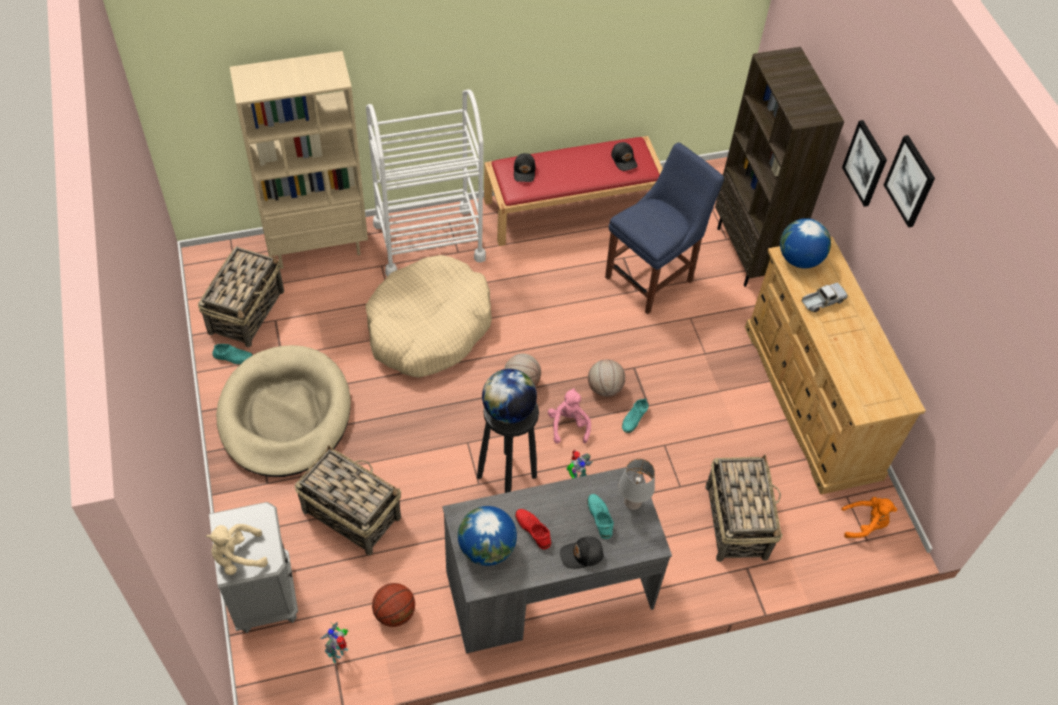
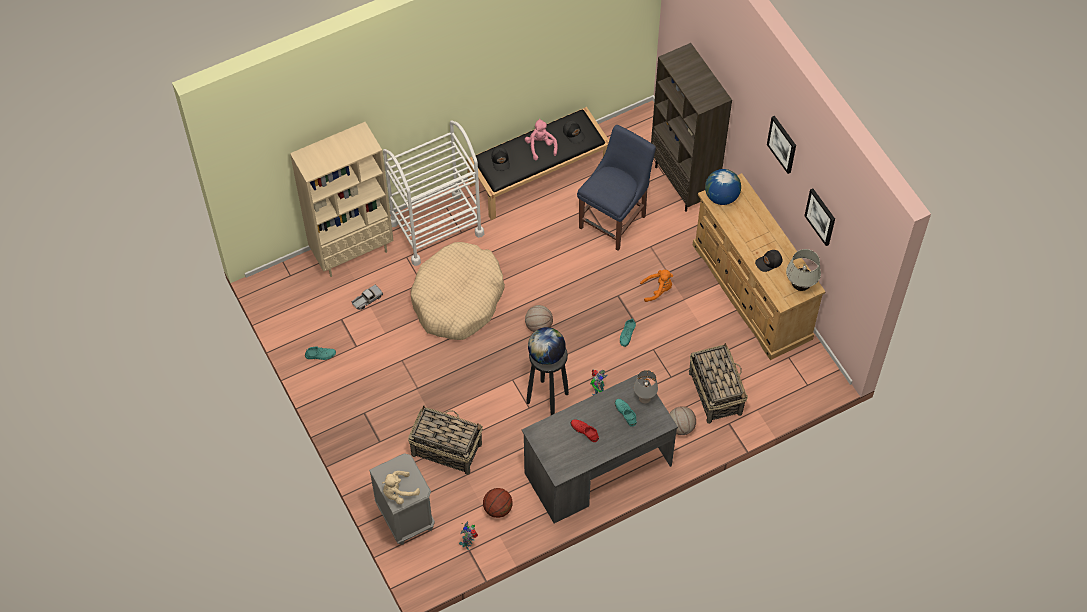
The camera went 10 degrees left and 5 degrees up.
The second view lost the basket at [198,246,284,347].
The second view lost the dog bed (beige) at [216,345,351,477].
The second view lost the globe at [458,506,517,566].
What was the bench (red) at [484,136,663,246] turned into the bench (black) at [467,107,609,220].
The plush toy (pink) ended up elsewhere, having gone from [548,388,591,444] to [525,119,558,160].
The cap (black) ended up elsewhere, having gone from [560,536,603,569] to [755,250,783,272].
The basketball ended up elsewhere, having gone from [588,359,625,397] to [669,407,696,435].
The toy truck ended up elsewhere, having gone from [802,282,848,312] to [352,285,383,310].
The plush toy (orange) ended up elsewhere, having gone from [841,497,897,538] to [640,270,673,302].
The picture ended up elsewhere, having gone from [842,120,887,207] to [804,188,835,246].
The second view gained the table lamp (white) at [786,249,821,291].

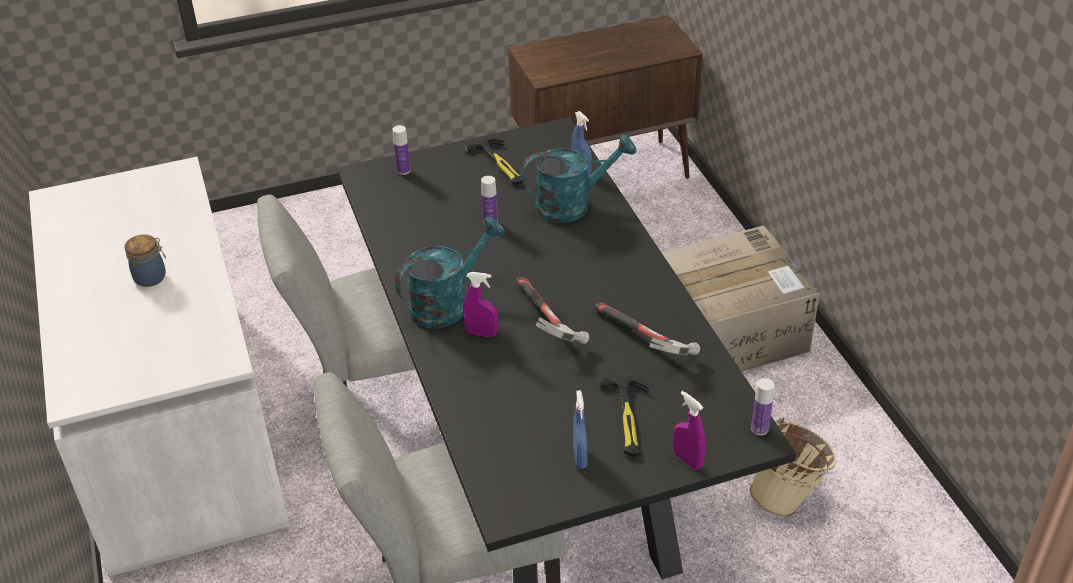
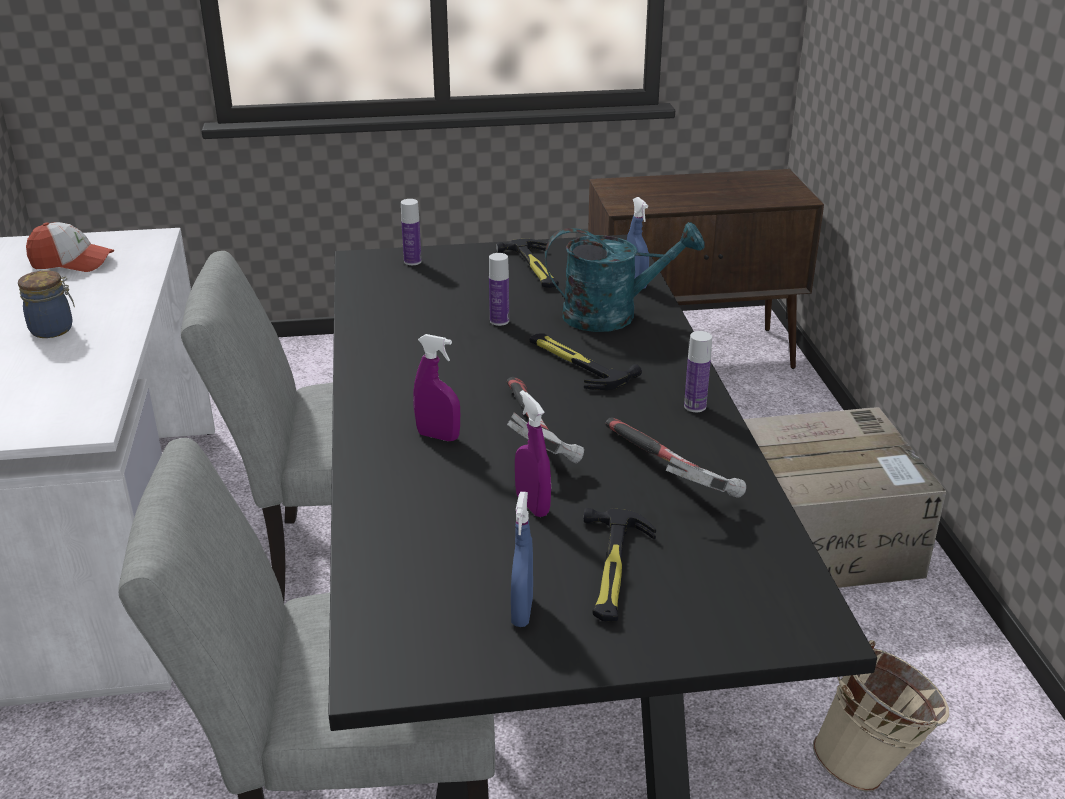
The camera went 10 degrees right and 10 degrees down.
The second view lost the watering can (turquoise) at [395,216,505,329].
The spray bottle (purple) ended up elsewhere, having gone from [673,391,706,470] to [515,390,551,517].
The bottle ended up elsewhere, having gone from [751,378,775,435] to [684,331,712,412].
The second view gained the cap at [26,222,114,272].
The second view gained the hammer at [530,333,642,390].

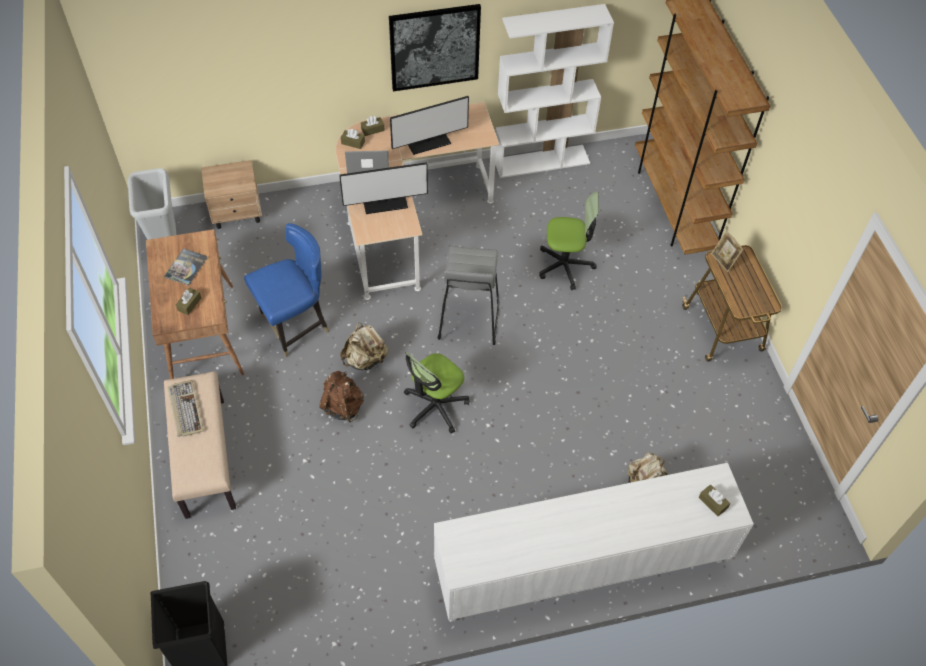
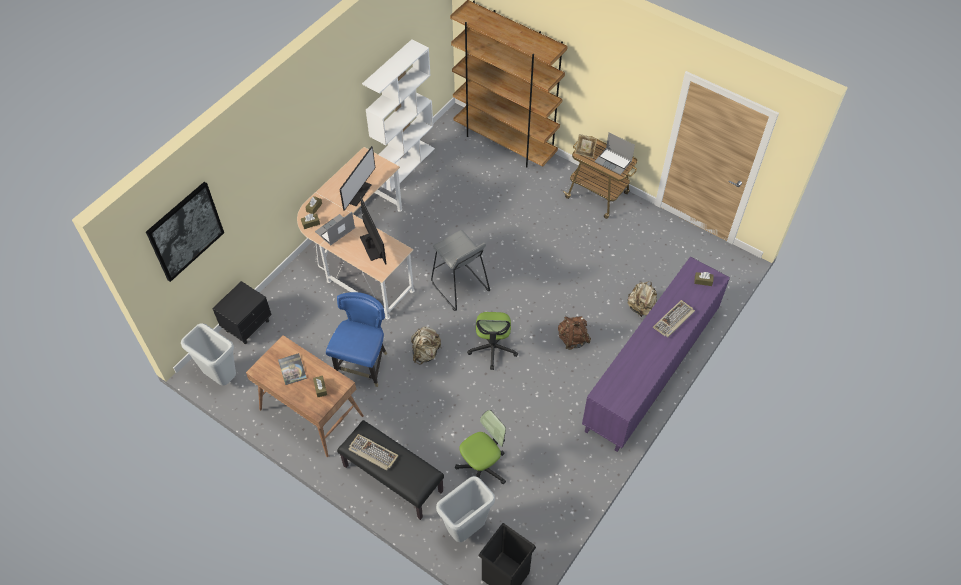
The camera went 40 degrees left and 0 degrees up.
What was the bench (beige) at [164,371,236,519] turned into the bench (black) at [337,420,444,520].
What was the nightstand (beige) at [201,160,262,229] turned into the nightstand (black) at [212,281,272,344].
The backpack (brown) ended up elsewhere, having gone from [319,371,364,422] to [558,316,591,350].
The monitor at [339,162,428,214] ended up facing another way, 60 degrees counterclockwise from before.
The picture ended up elsewhere, having gone from [389,4,481,91] to [146,182,224,282].
What was the cabinet (white) at [434,463,754,622] turned into the cabinet (purple) at [582,257,730,452].
The office chair ended up elsewhere, having gone from [539,191,599,290] to [455,410,506,484].
The second view gained the trash can (grey) at [436,476,495,542].
The second view gained the laptop at [595,132,635,175].
The second view gained the keyboard at [653,300,695,338].

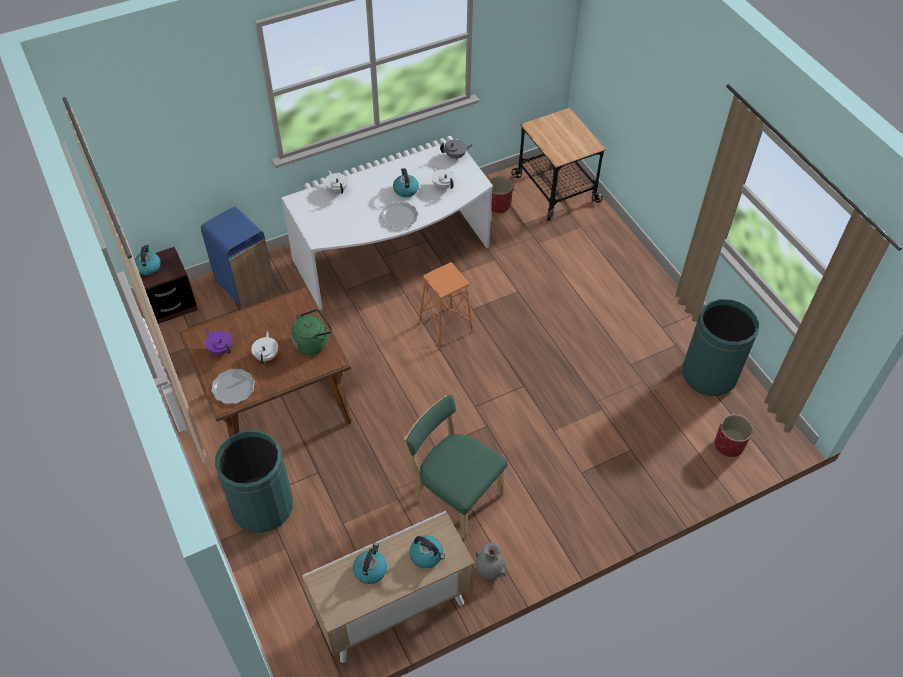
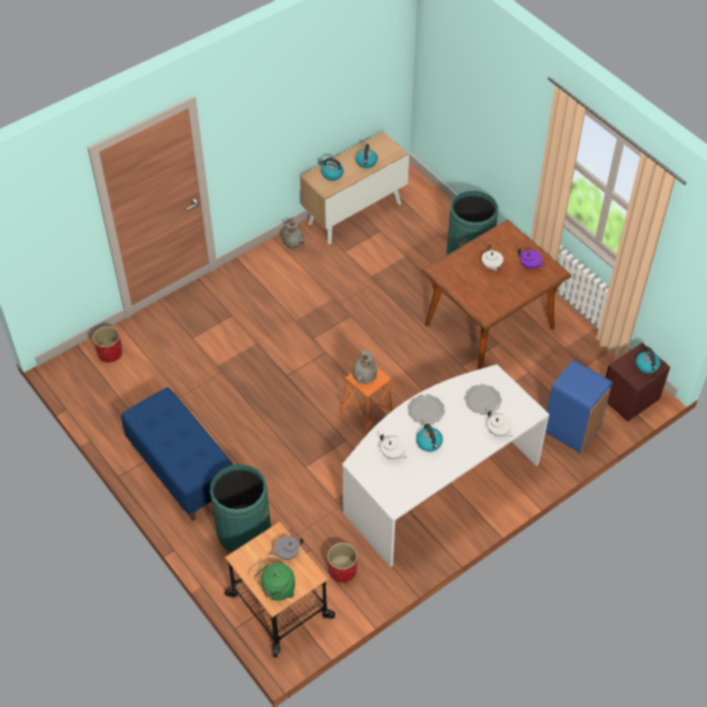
The camera went 170 degrees right and 0 degrees up.
The plate ended up elsewhere, having gone from [211,369,255,404] to [464,384,502,415].
The kettle (green) ended up elsewhere, having gone from [291,309,332,355] to [254,563,295,601].
The second view lost the chair (green) at [403,395,508,539].
The teapot (grey) ended up elsewhere, having gone from [440,140,473,160] to [269,536,304,560].
The trash can (green) ended up elsewhere, having gone from [682,299,759,396] to [210,464,271,552].
The second view gained the bench (blue) at [121,387,233,521].
The second view gained the vase (grey) at [352,350,377,384].

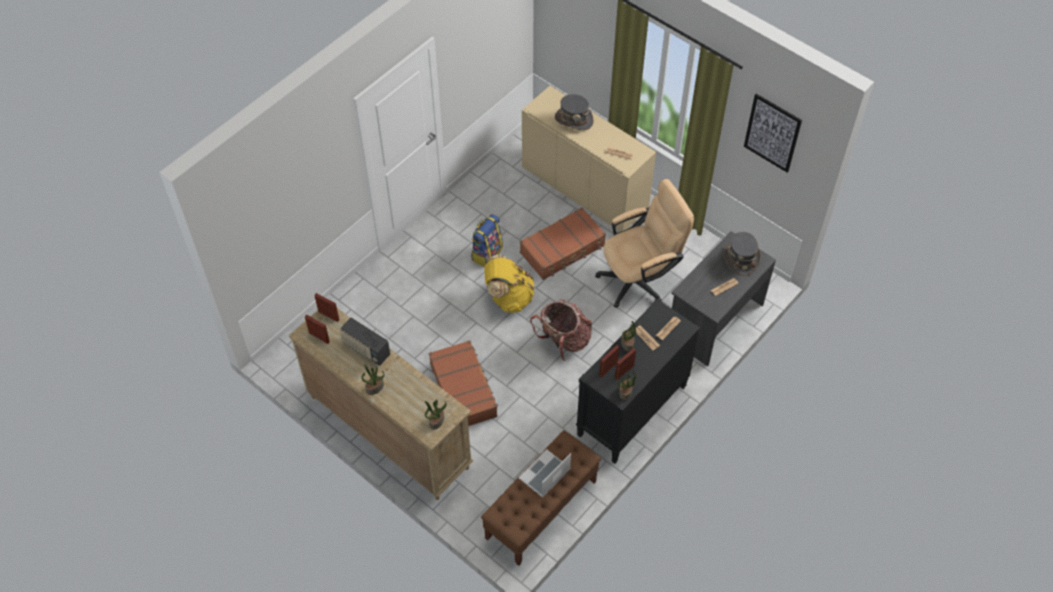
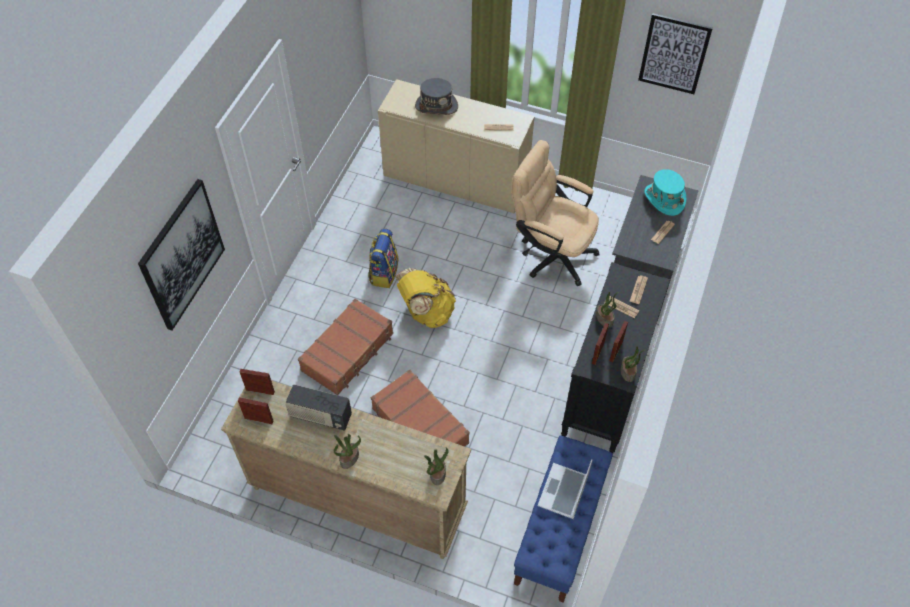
The camera went 20 degrees left and 0 degrees up.
What was the bench (brown) at [481,430,601,566] turned into the bench (blue) at [514,435,613,603].
The suitcase (brown) ended up elsewhere, having gone from [520,207,606,280] to [298,299,393,395].
The second view lost the backpack at [530,299,592,361].
The office chair (beige) at [595,179,694,308] ended up facing another way, 105 degrees counterclockwise from before.
What was the hat (grey) at [723,232,761,276] turned into the hat (turquoise) at [644,169,686,216].
The second view gained the picture at [138,179,225,331].

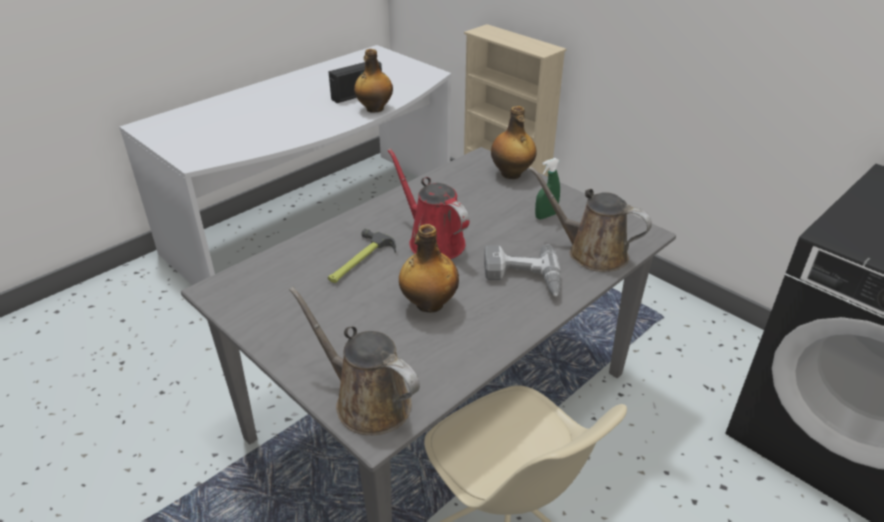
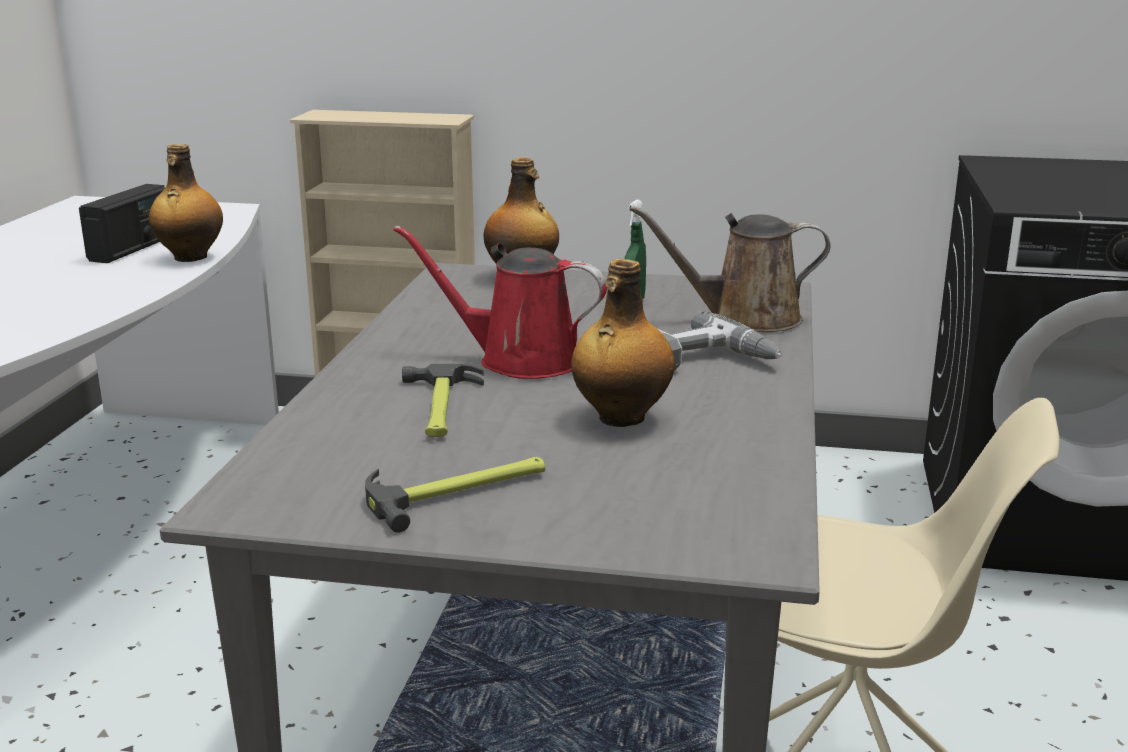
The camera went 35 degrees left and 15 degrees down.
The second view lost the watering can (brown) at [289,287,420,435].
The second view gained the hammer at [365,456,545,533].

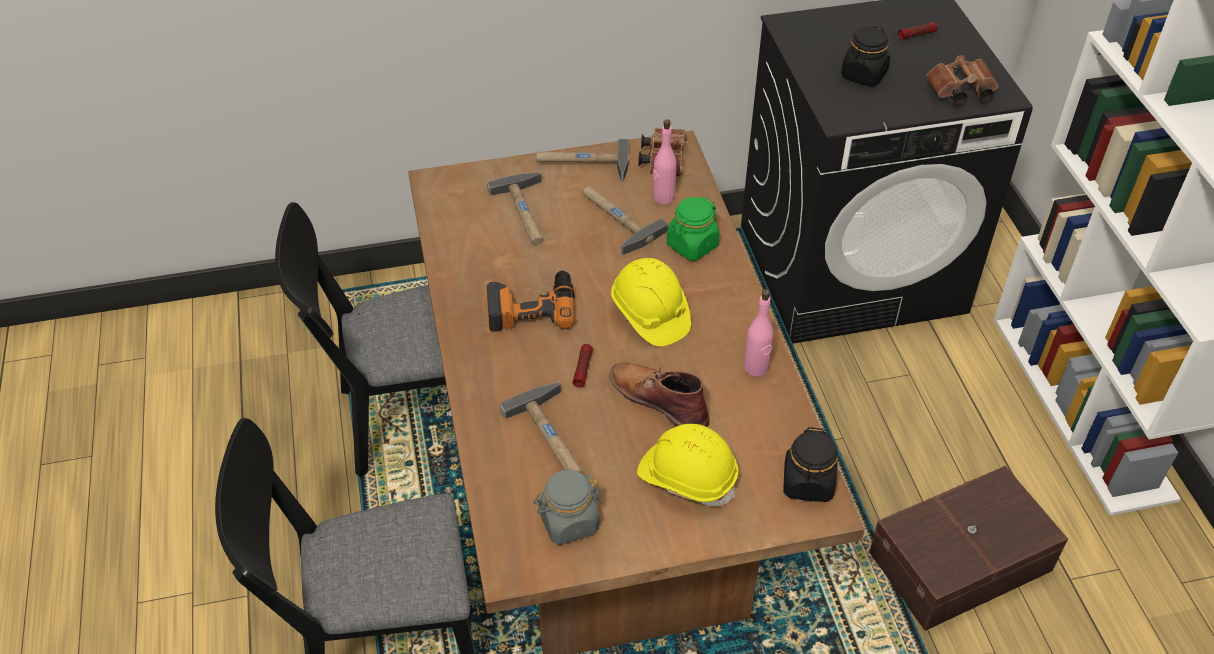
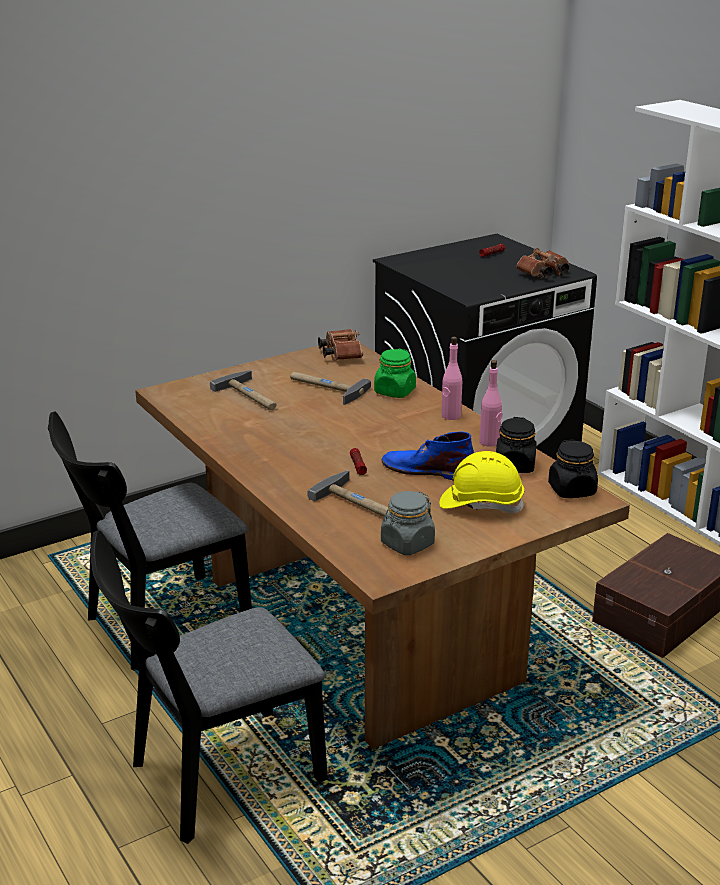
The camera went 20 degrees left and 20 degrees down.
The second view lost the power drill at [487,270,575,332].
The second view lost the hammer at [536,139,630,182].
What was the boot (brown) at [609,362,710,427] turned into the boot (blue) at [382,431,474,481].
The second view lost the hard hat (yellow) at [611,258,691,346].
The bottle (pink) ended up elsewhere, having gone from [653,119,677,204] to [441,337,462,420].
The jar (black) ended up elsewhere, having gone from [841,26,890,87] to [496,417,537,473].

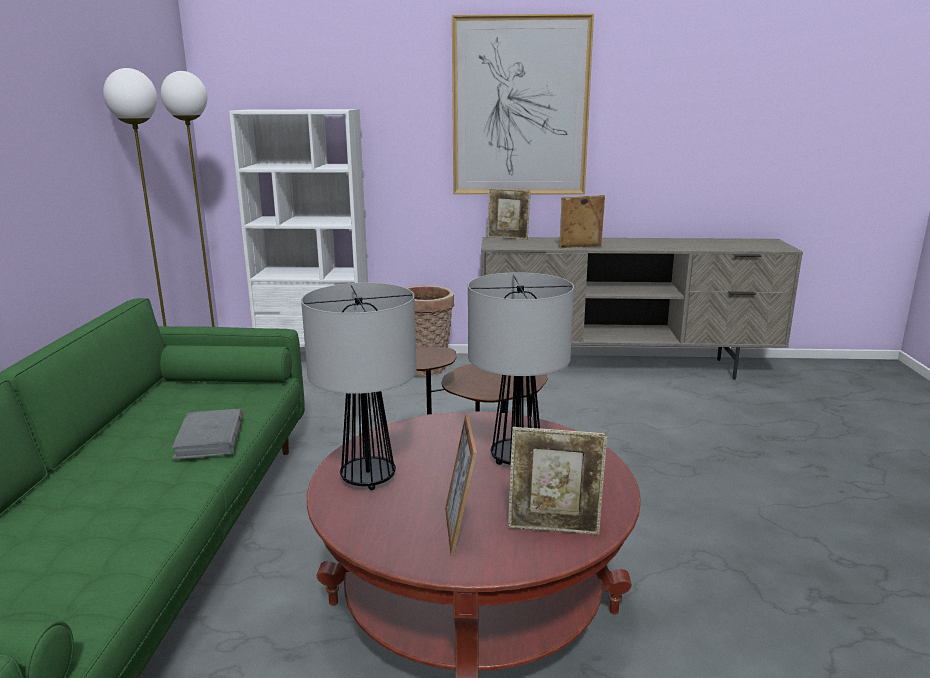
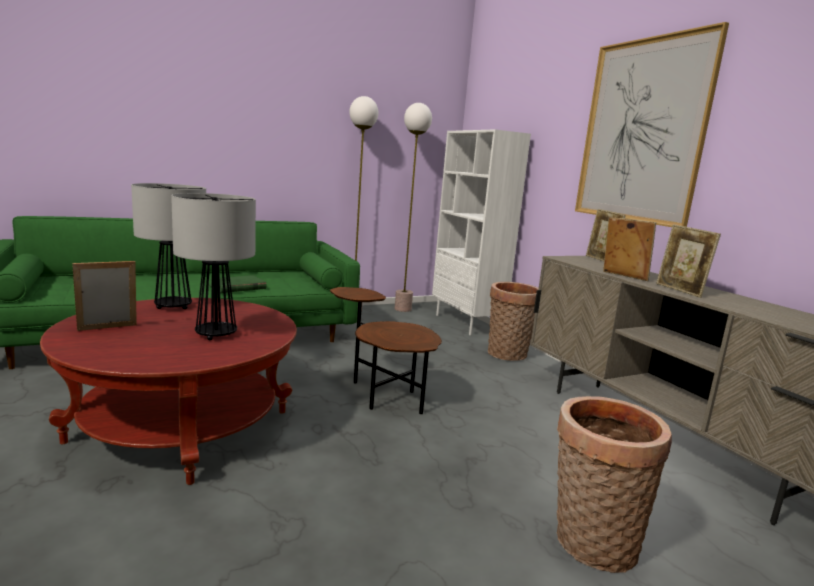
The camera went 60 degrees right and 5 degrees down.
What was the book (grey) at [172,409,243,459] turned into the book (green) at [209,275,266,293].
The picture frame ended up elsewhere, having gone from [508,427,608,535] to [656,224,721,298].
The second view gained the basket at [557,396,672,573].

